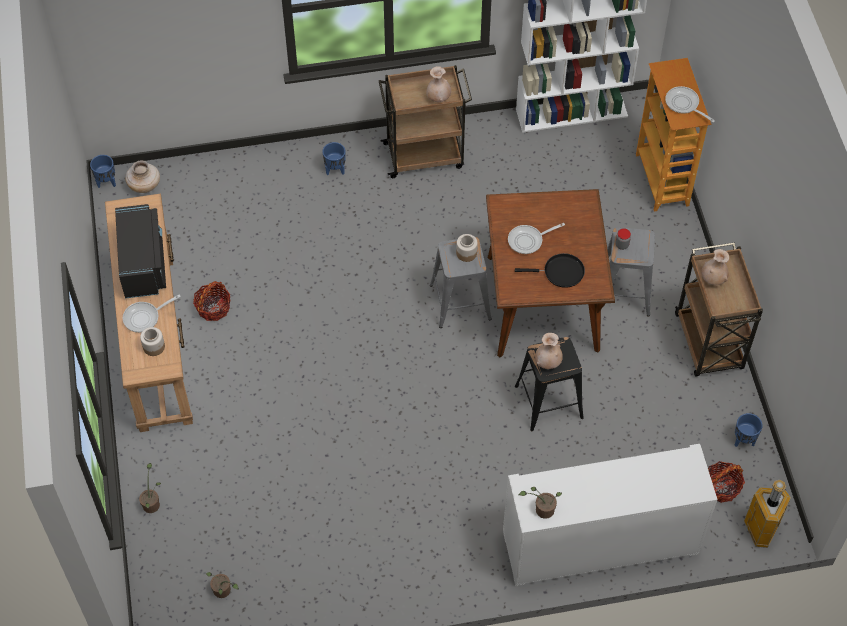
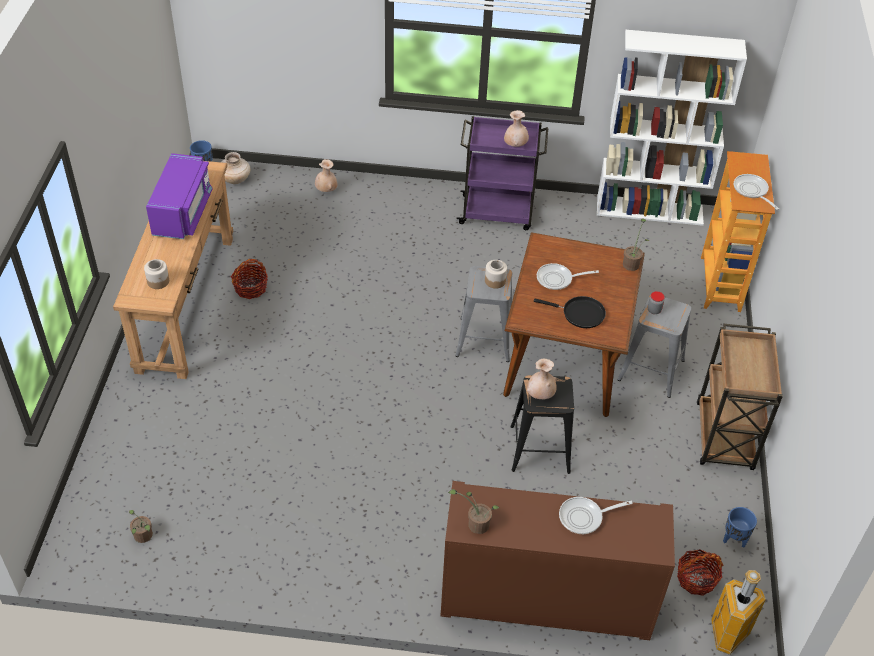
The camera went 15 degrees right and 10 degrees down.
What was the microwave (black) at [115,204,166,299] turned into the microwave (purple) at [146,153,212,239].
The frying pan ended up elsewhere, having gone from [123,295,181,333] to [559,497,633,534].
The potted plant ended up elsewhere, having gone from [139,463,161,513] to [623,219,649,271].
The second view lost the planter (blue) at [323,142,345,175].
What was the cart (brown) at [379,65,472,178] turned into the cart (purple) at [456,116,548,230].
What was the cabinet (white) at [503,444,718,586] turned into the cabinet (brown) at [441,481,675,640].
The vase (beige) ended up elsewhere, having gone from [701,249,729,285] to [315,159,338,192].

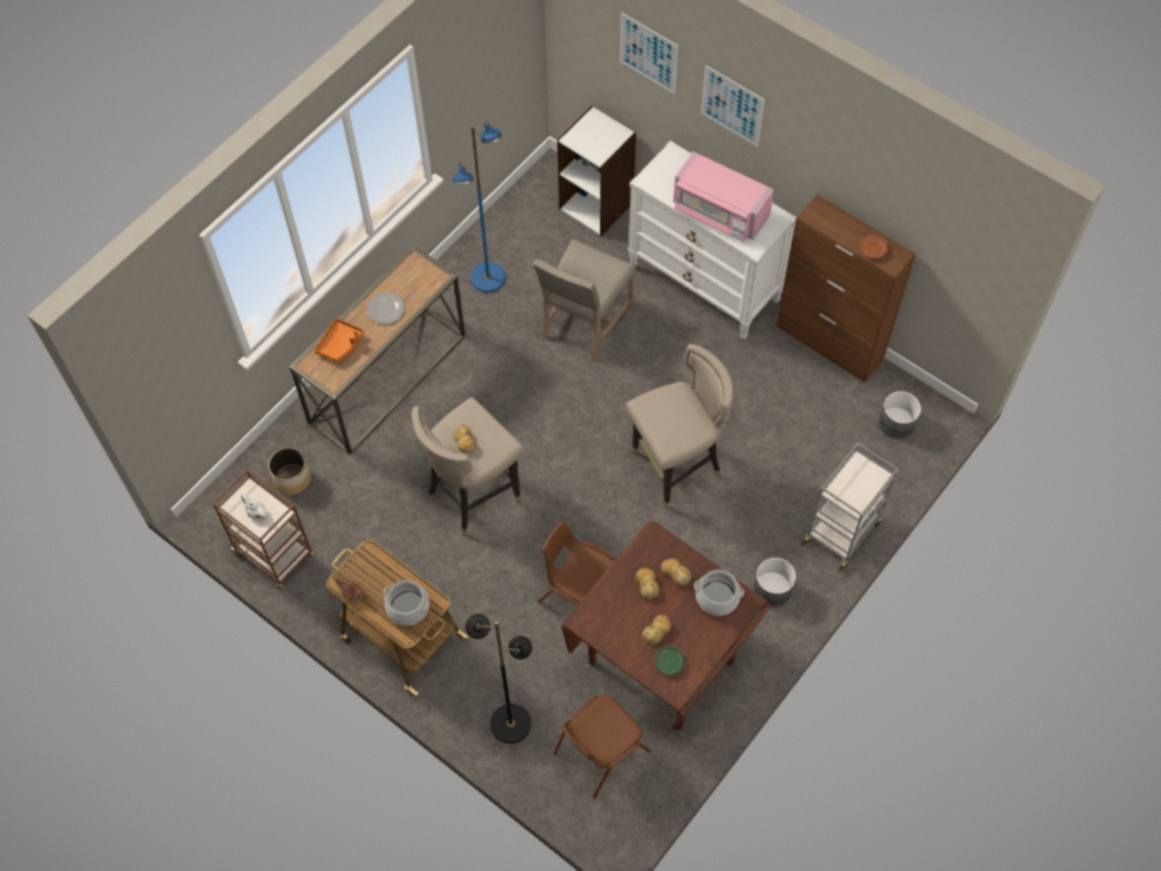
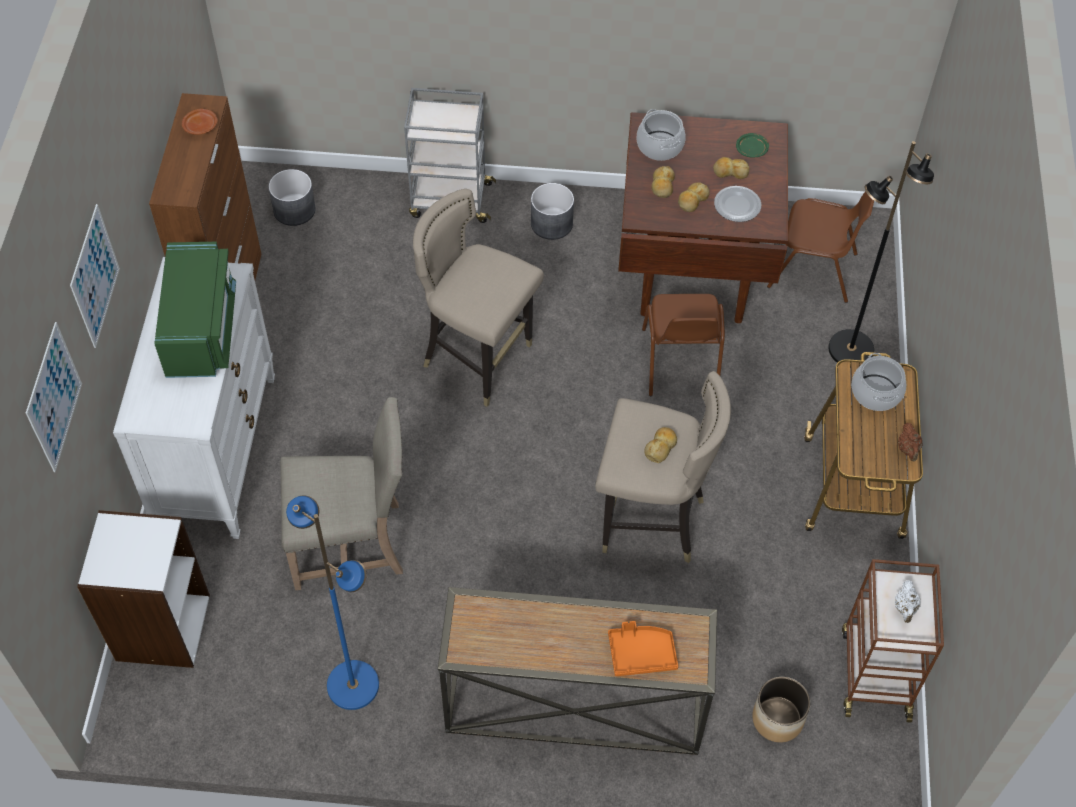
The camera went 125 degrees left and 5 degrees down.
The plate ended up elsewhere, having gone from [367,292,405,324] to [714,186,761,222].
What was the microwave (pink) at [673,151,774,242] turned into the microwave (green) at [154,242,236,378].

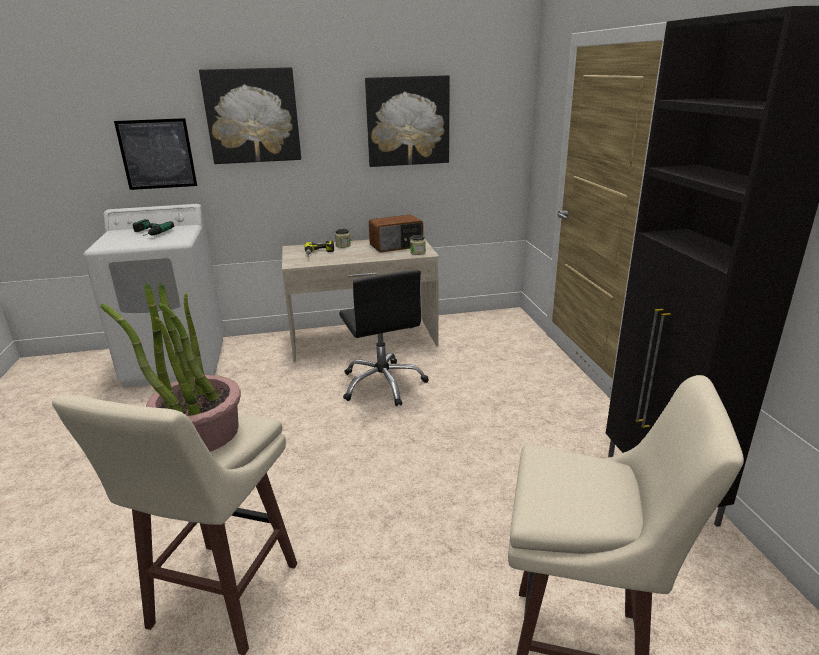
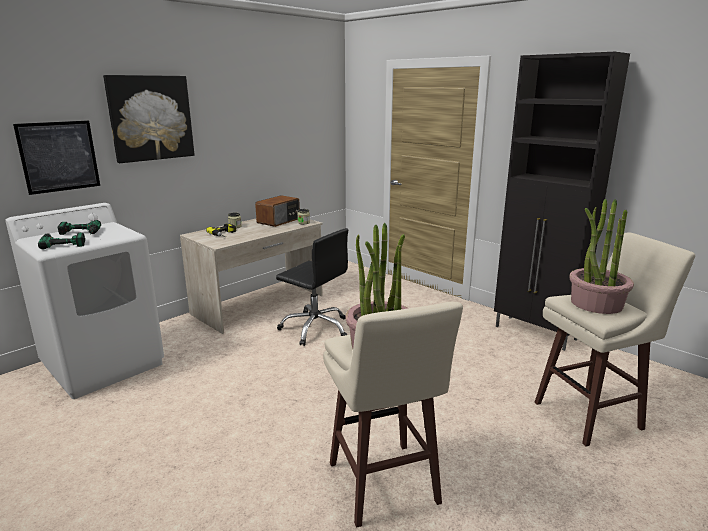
The camera went 35 degrees left and 5 degrees down.
The second view lost the picture at [365,75,450,167].
The second view gained the power drill at [38,232,85,249].
The second view gained the potted plant at [569,198,634,314].

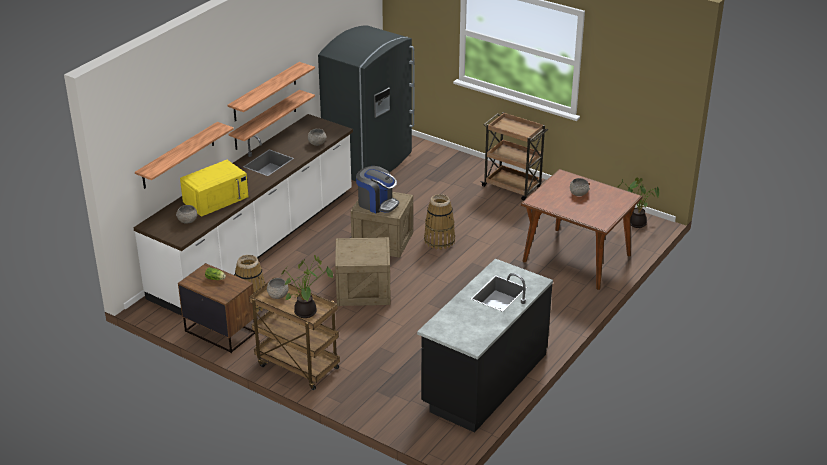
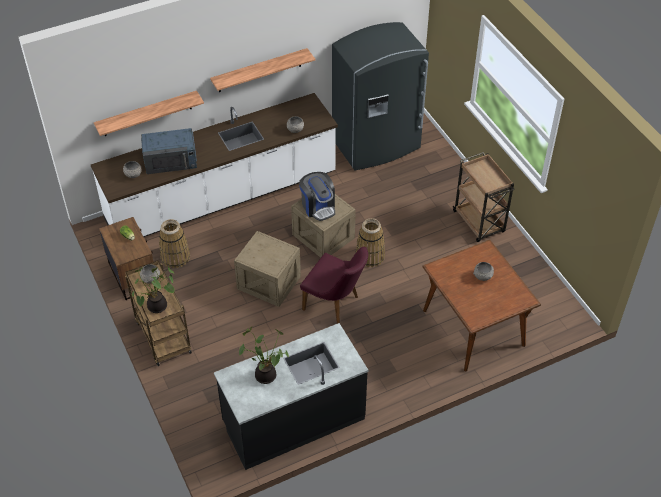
The camera went 30 degrees right and 15 degrees up.
What was the microwave (yellow) at [180,160,249,217] turned into the microwave (blue) at [141,128,197,174].
The second view lost the shelf at [229,90,315,150].
The potted plant ended up elsewhere, having gone from [617,177,659,228] to [239,326,289,384].
The second view gained the chair (purple) at [300,247,368,324].

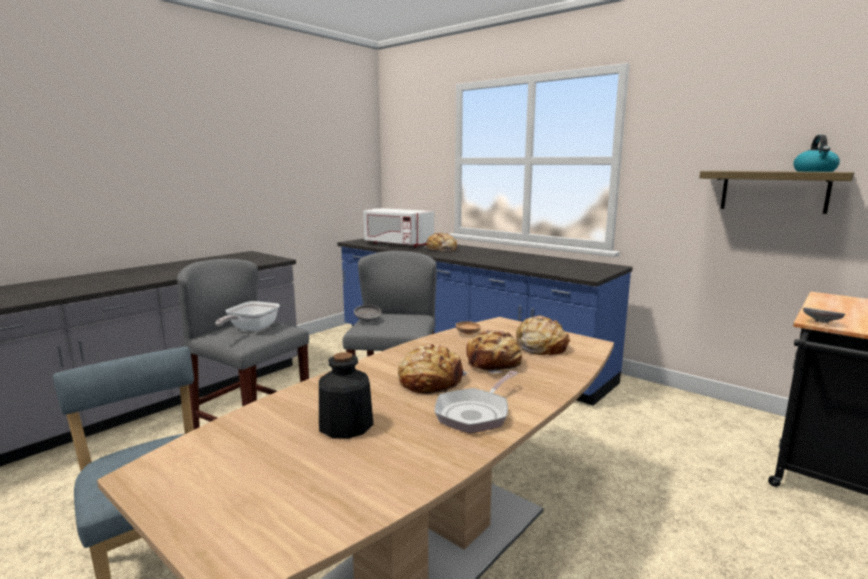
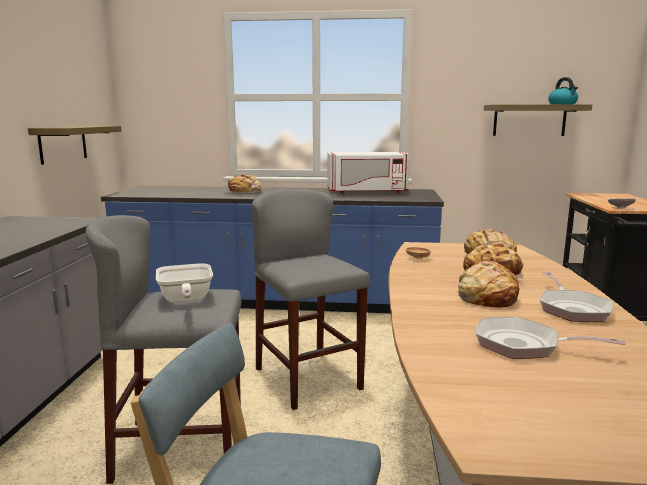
The camera went 35 degrees left and 0 degrees up.
Where the bottle stood at [319,352,374,439], the frying pan came to stand at [476,317,626,359].
The second view lost the bowl (grey) at [354,305,382,322].
The microwave (white) ended up elsewhere, having gone from [363,208,434,247] to [328,152,409,194].
The second view gained the shelf at [28,126,122,165].

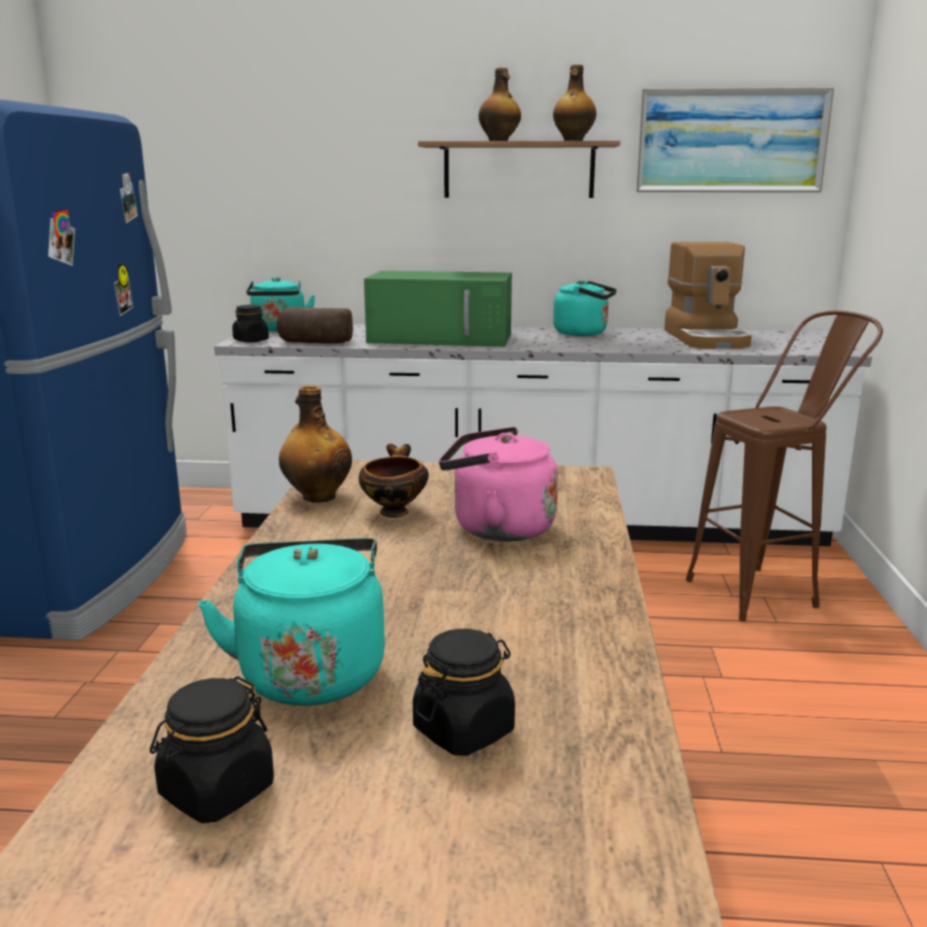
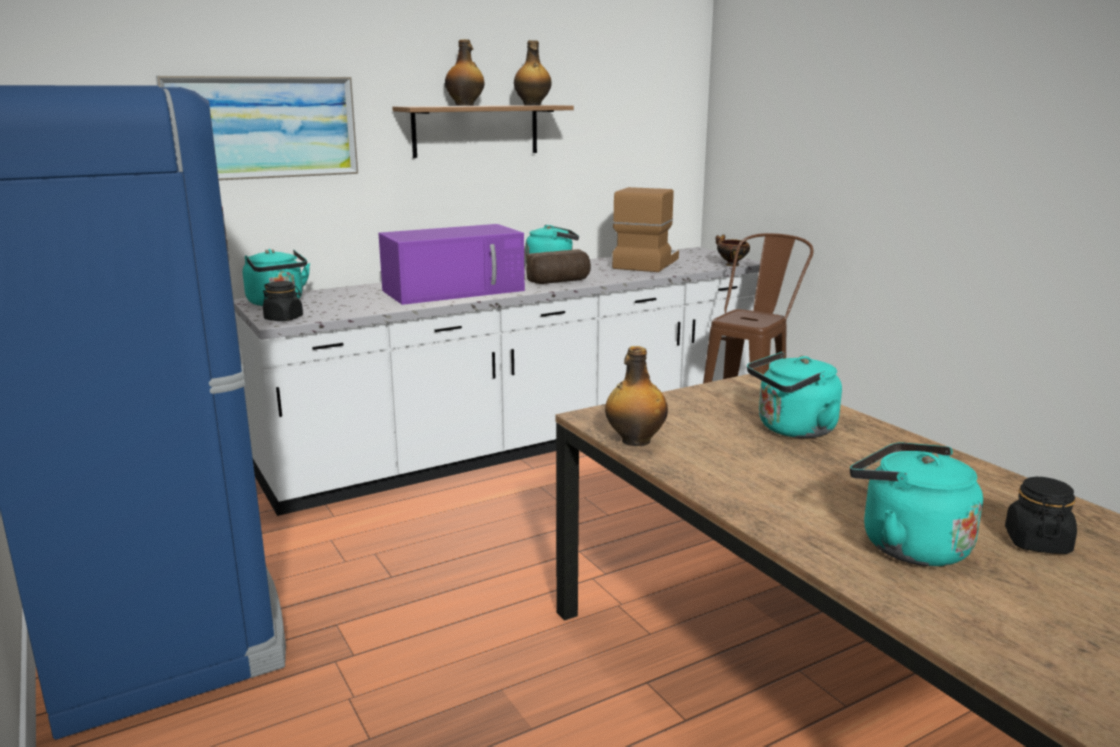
The camera went 35 degrees left and 0 degrees up.
The second view lost the jar (black) at [150,676,274,823].
The bread ended up elsewhere, having gone from [276,307,353,343] to [526,249,591,284].
The bowl ended up elsewhere, having gone from [359,444,429,518] to [715,234,750,266].
What was the microwave (green) at [364,271,512,347] turned into the microwave (purple) at [378,224,525,305].
What was the kettle (pink) at [439,427,558,542] turned into the kettle (turquoise) at [747,352,842,438].
The picture ended up elsewhere, having gone from [636,88,834,193] to [156,76,358,181].
The coffee machine at [664,242,752,349] ended up facing another way, 120 degrees counterclockwise from before.

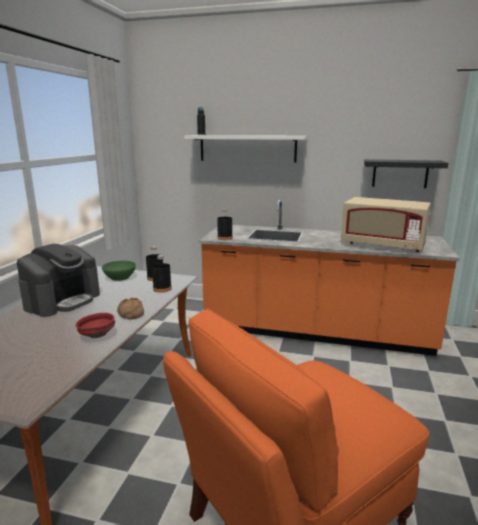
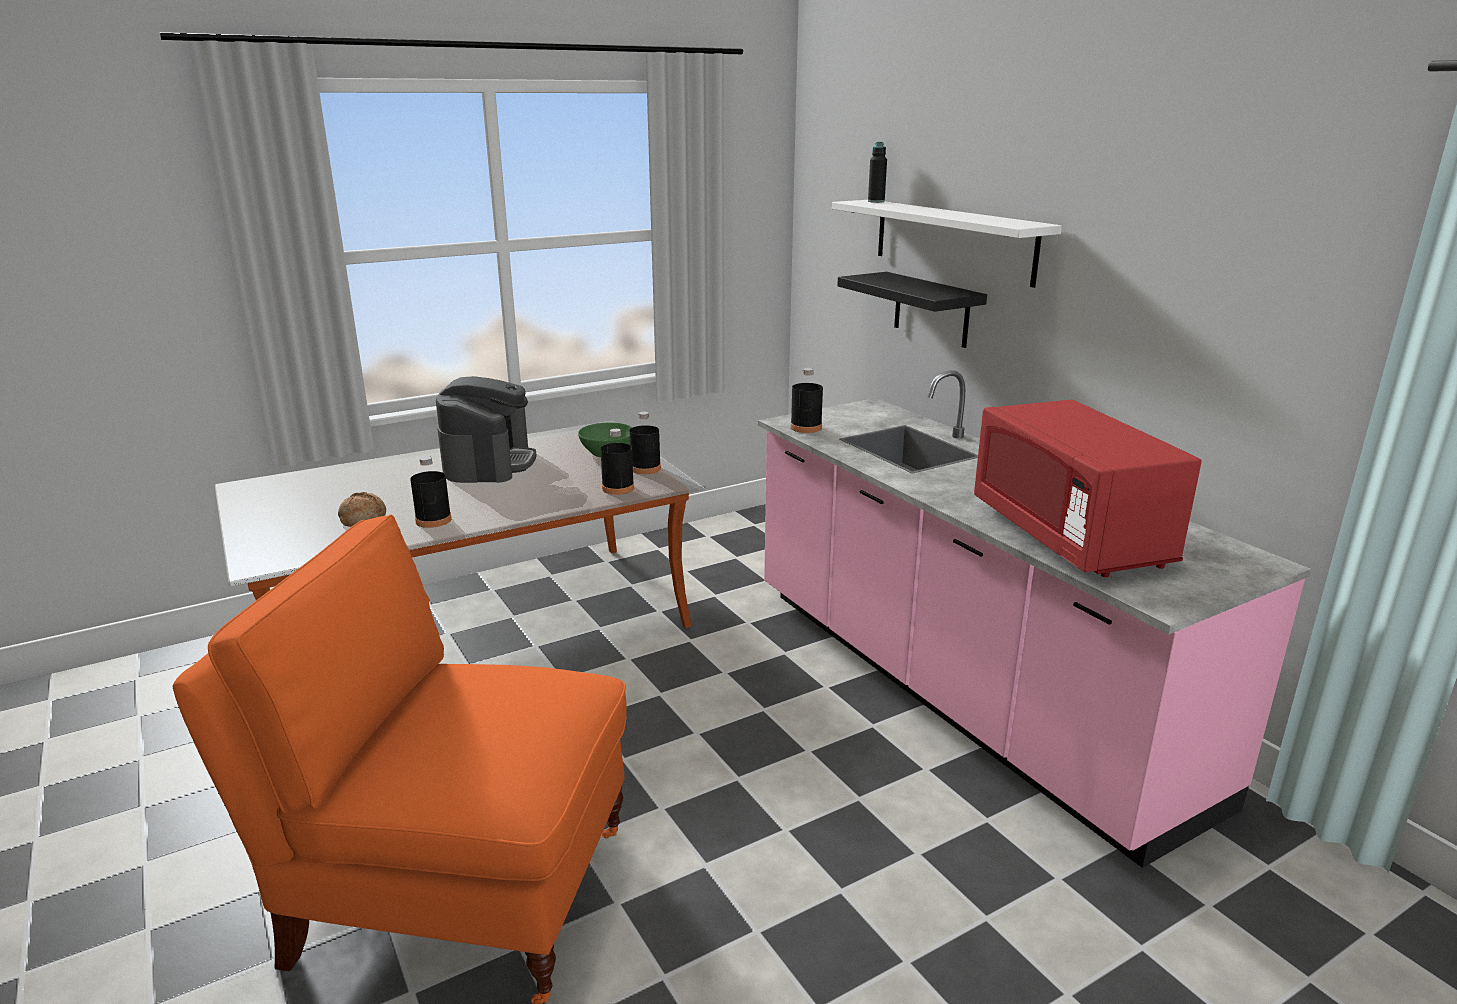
The camera went 45 degrees right and 5 degrees up.
The coffee machine at [17,244,100,317] ended up facing another way, 75 degrees counterclockwise from before.
Where the bowl (red) stood at [75,313,115,338], the bottle (black) came to stand at [410,456,452,528].
The bread ended up elsewhere, having gone from [117,298,144,319] to [338,492,386,527].
What was the counter (orange) at [199,200,460,356] turned into the counter (pink) at [758,370,1311,868].
What was the microwave (beige) at [341,197,431,252] turned into the microwave (red) at [974,399,1202,577].
The shelf (black) ended up elsewhere, having gone from [364,159,448,188] to [837,272,987,348].

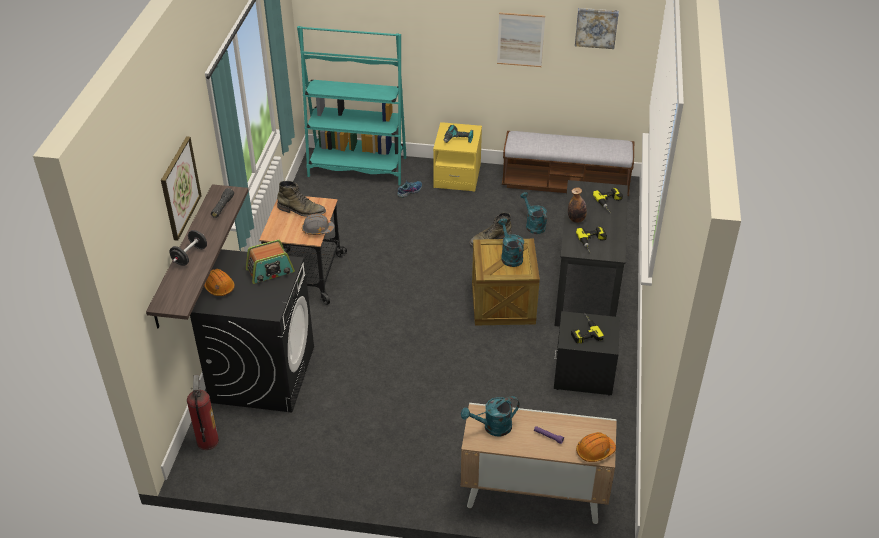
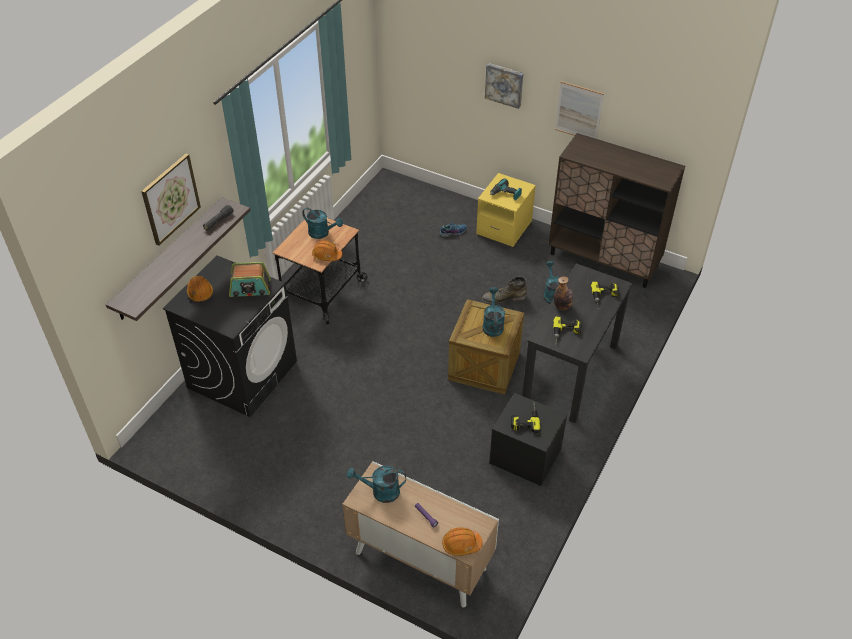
The camera went 20 degrees right and 5 degrees up.
The second view lost the dumbbell (black) at [169,230,207,266].
The second view lost the fire extinguisher at [187,375,219,450].
Where the boot (green) stood at [277,181,326,217], the watering can (turquoise) came to stand at [302,208,343,239].
The second view lost the bookcase (turquoise) at [297,26,406,185].
What was the hard hat (grey) at [302,214,335,235] turned into the hard hat (orange) at [312,240,342,261].
Where the bench stood at [502,131,634,196], the cabinet (brown) came to stand at [548,133,685,288].
The picture ended up elsewhere, having gone from [575,8,619,49] to [485,63,524,109].

